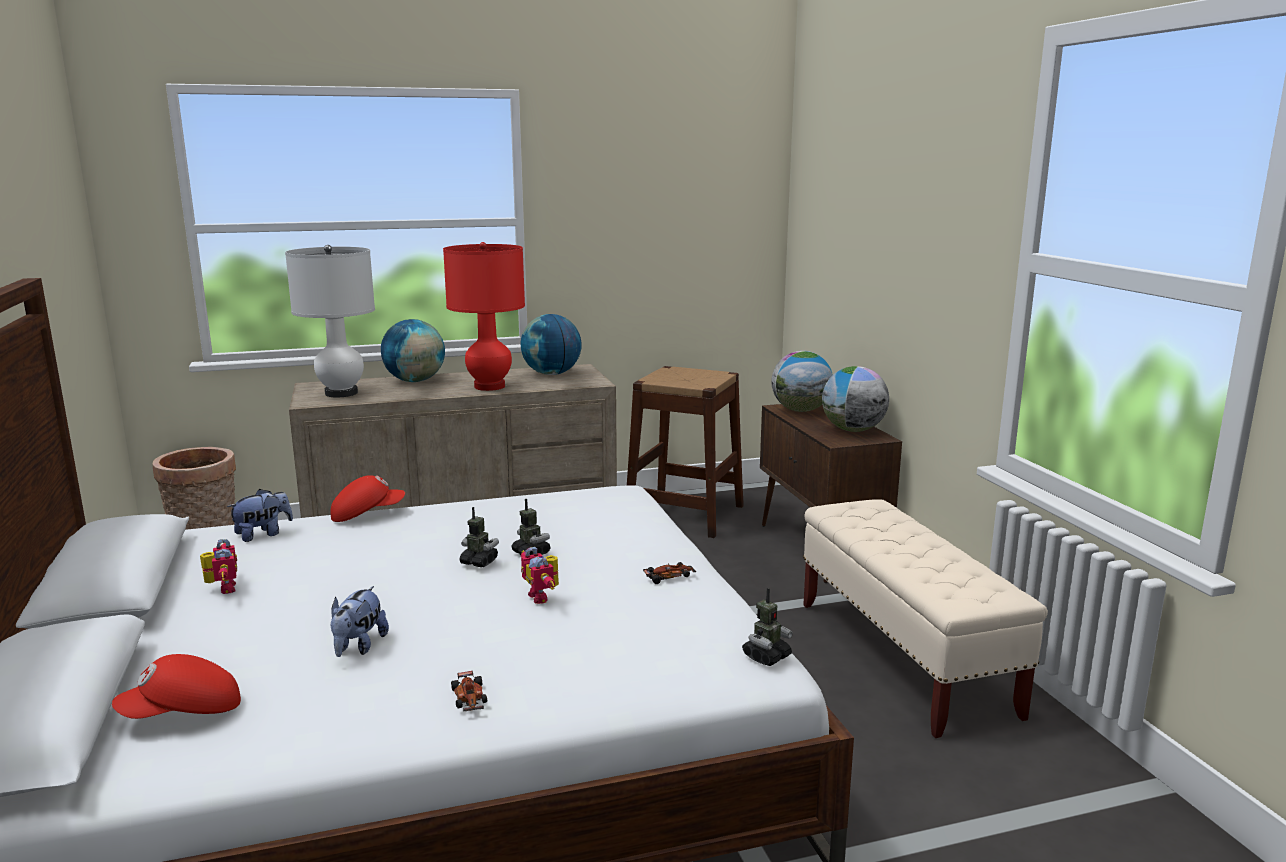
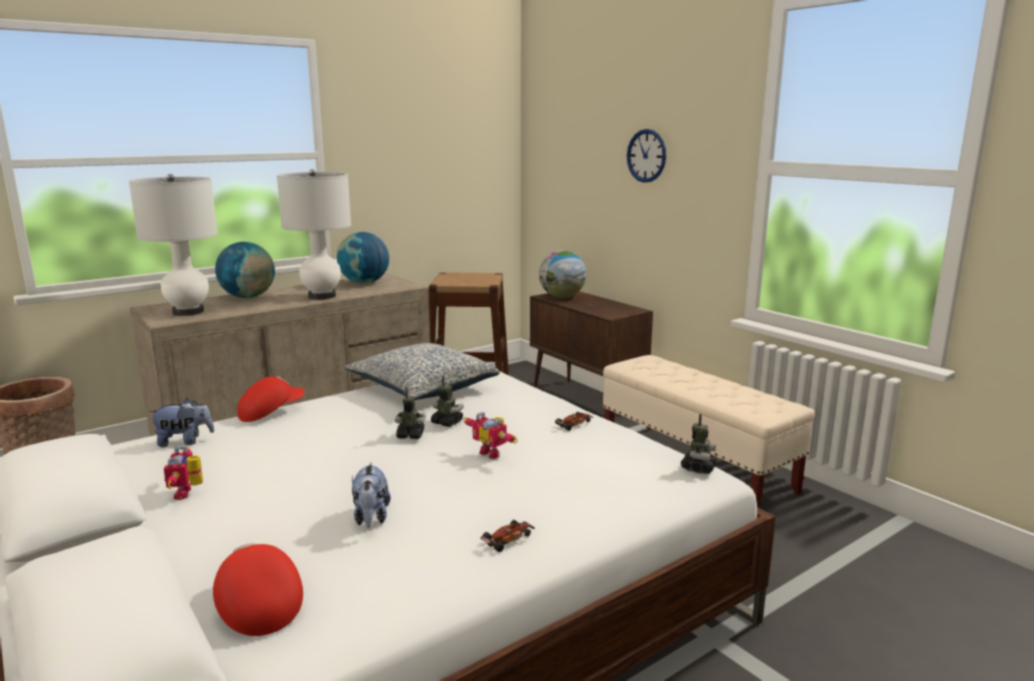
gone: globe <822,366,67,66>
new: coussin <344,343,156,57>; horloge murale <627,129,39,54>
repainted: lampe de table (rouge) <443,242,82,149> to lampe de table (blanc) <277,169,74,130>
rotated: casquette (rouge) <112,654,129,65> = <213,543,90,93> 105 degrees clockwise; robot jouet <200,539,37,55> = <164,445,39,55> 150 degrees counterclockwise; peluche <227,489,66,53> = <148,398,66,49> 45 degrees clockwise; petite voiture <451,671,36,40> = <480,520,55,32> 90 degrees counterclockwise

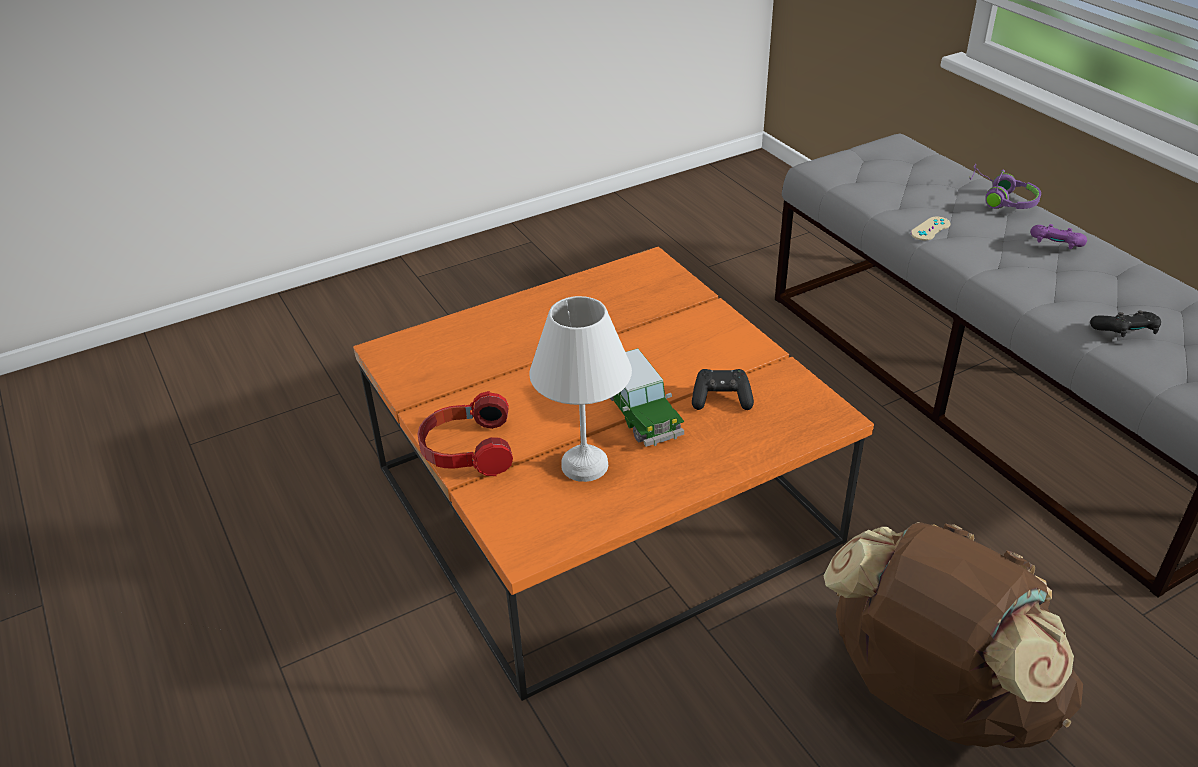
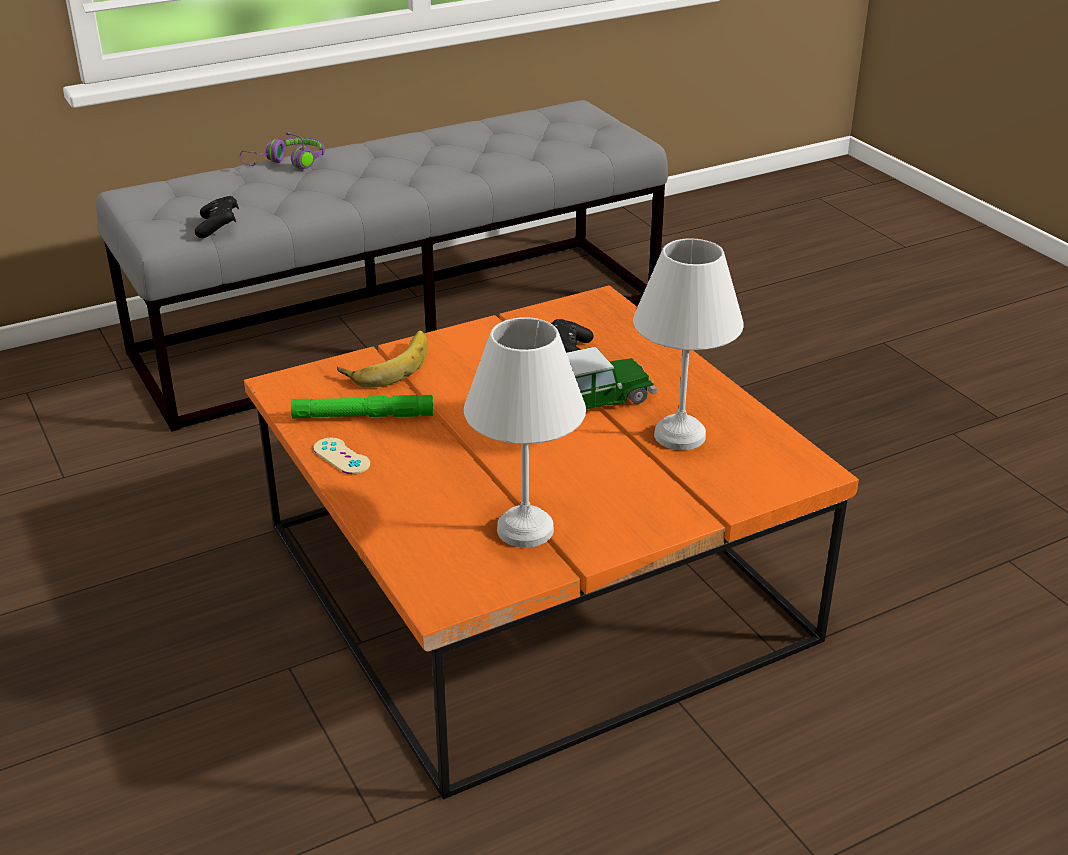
gone: casque audio <417,391,96,85>; sac à dos (marron) <824,522,259,226>; manette (violet) <1030,224,57,25>
new: lampe de poche (vert) <291,395,142,24>; banane <337,331,91,57>; lampe de table (blanc) <464,317,122,231>
shifted: manette (beige) <911,217,40,23> to <313,438,57,36>; manette (noir) <1090,310,71,27> to <195,196,44,42>

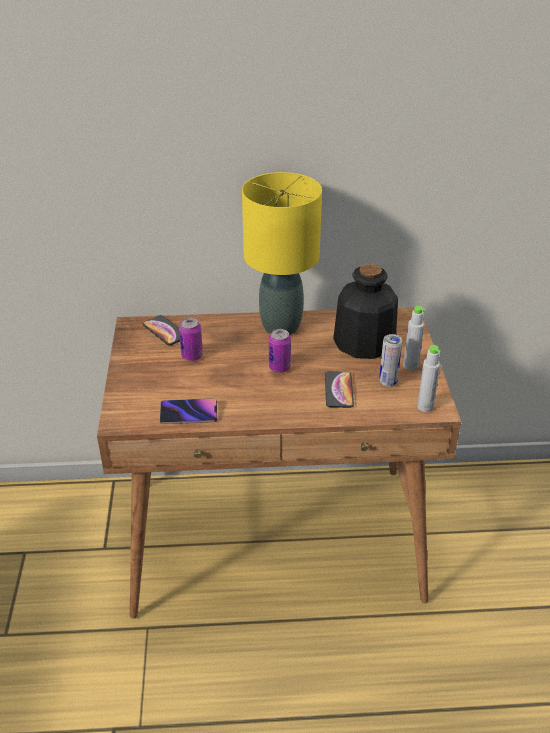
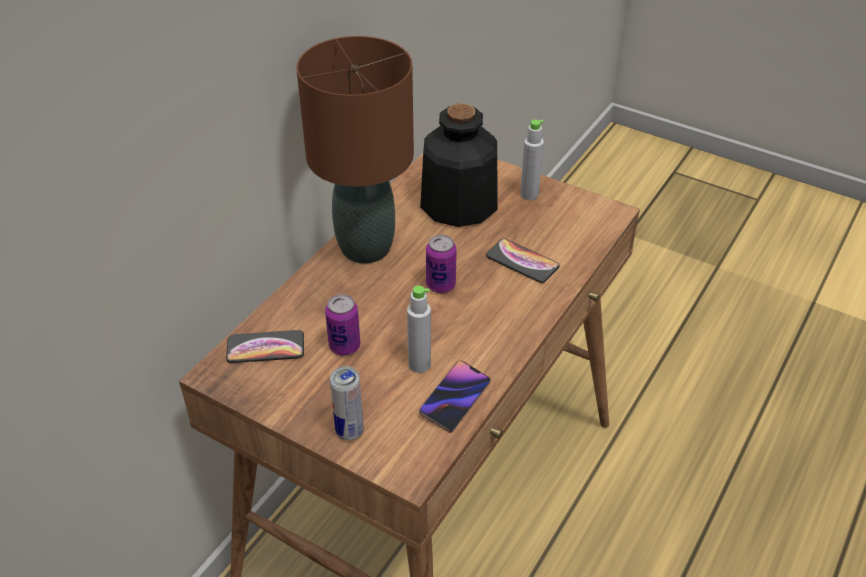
shifted: boîte métallique <379,334,23,53> to <330,366,33,74>; bouteille (gris) <417,345,24,67> to <407,286,24,87>
repainted: lampe de table (jaune) <242,172,80,163> to lampe de table (marron) <296,36,118,227>

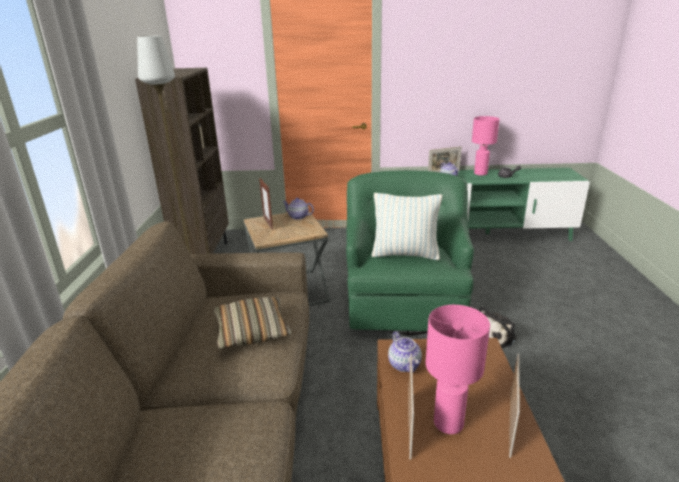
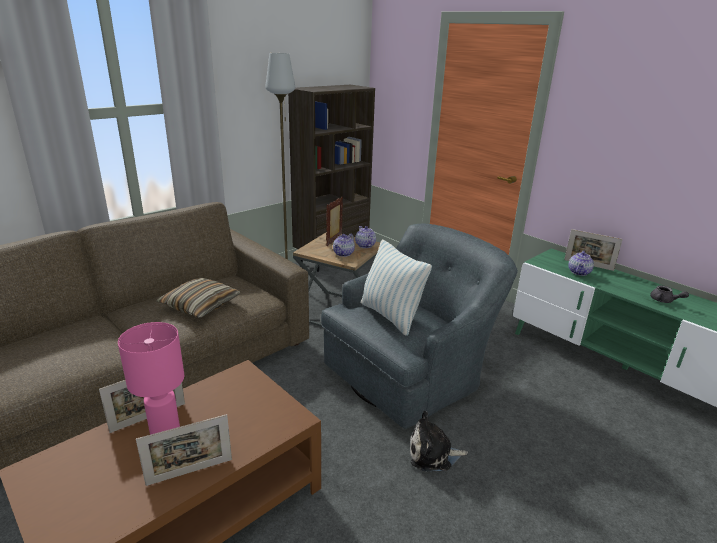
gone: lampe de table (rose) <472,116,28,59>
shifted: théière <388,331,34,41> to <333,233,22,24>
repainted: fauteuil (vert) <346,170,128,165> to fauteuil (gris) <321,223,197,206>

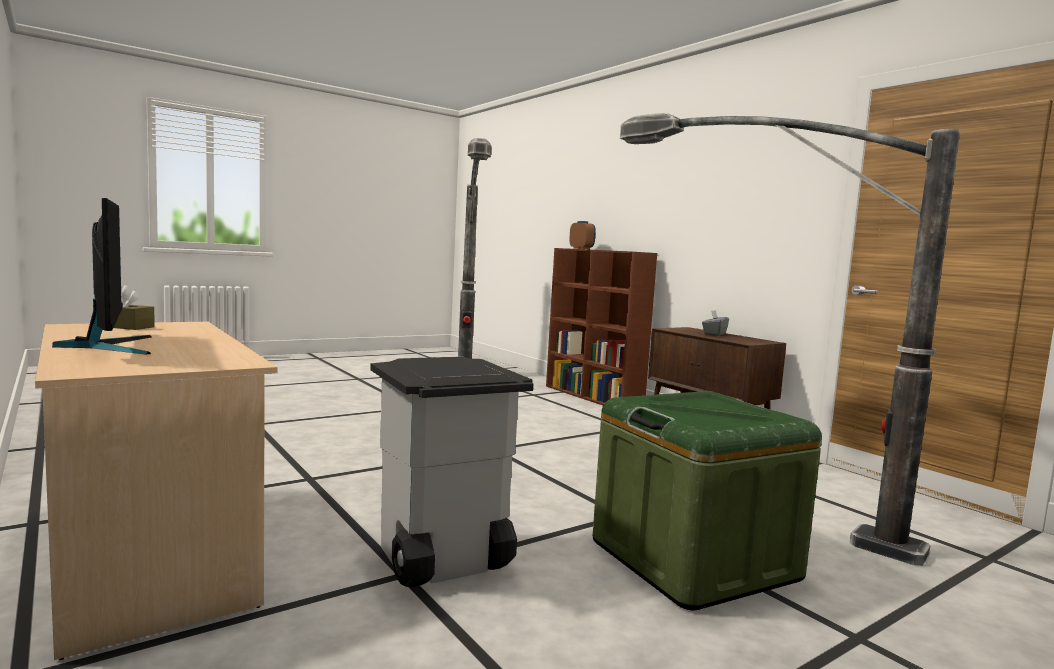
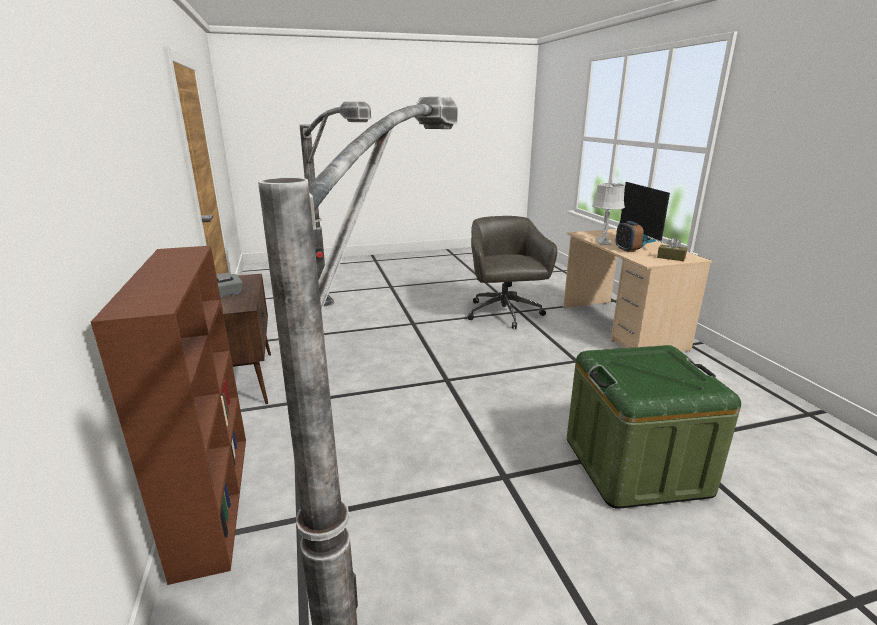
new: lampe de table (gris) <592,180,33,65>
shifted: réveil <569,221,27,28> to <616,221,28,31>; boîte de rangement (vert) <593,391,229,219> to <567,345,174,164>
swapped: poubelle (gris) <370,356,163,231> to chaise de bureau (gris) <467,216,90,113>

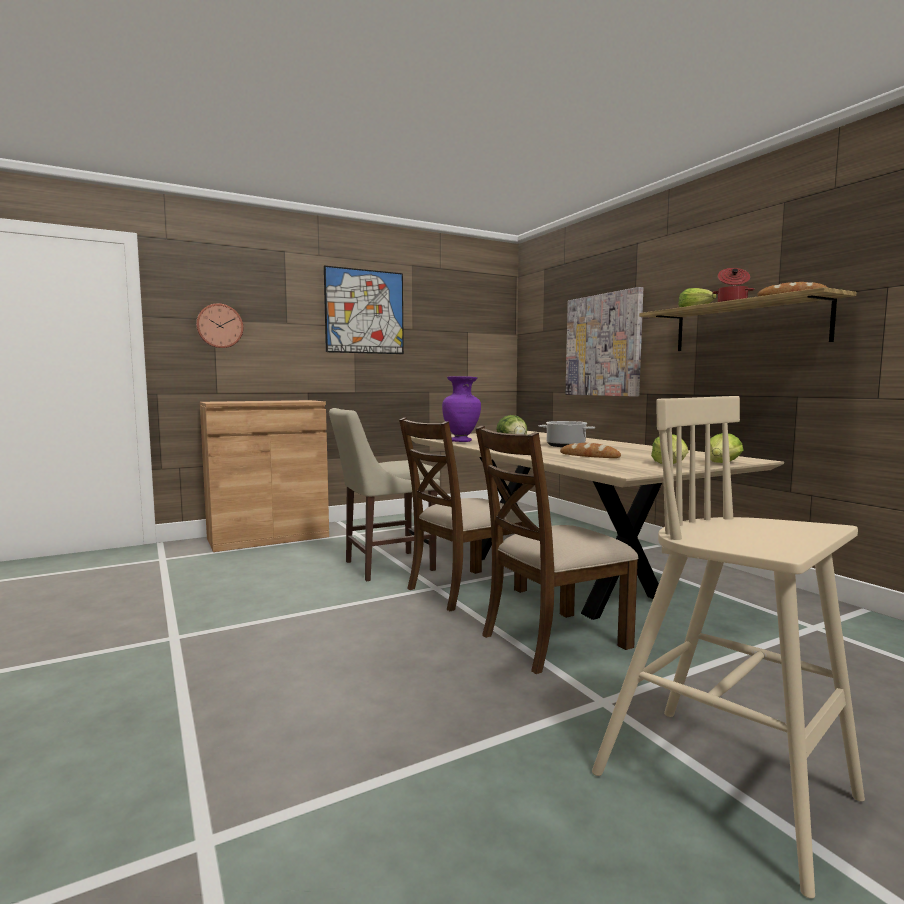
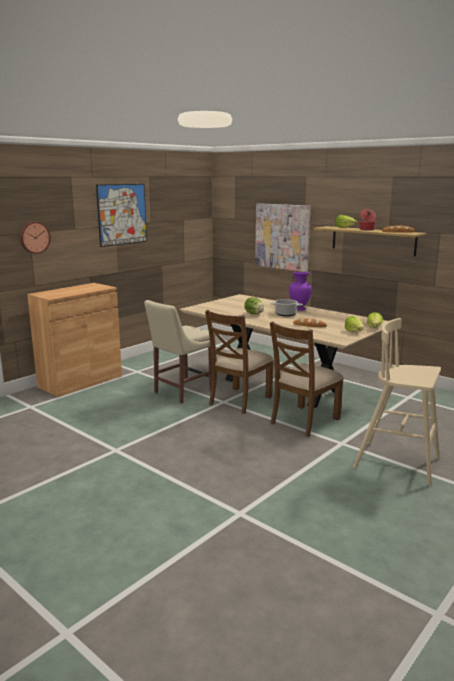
shifted: vase (violet) <442,376,39,66> to <289,271,23,40>

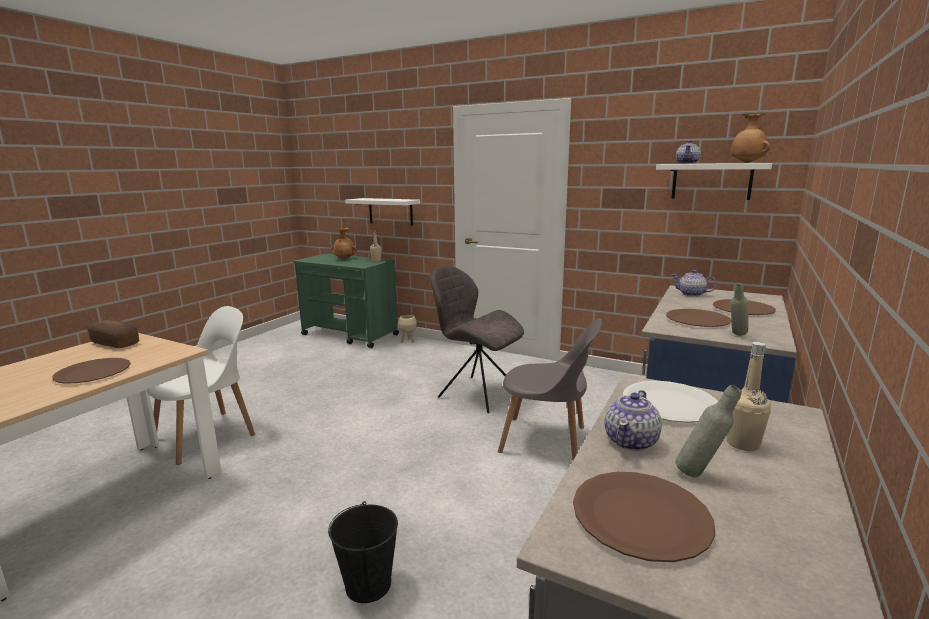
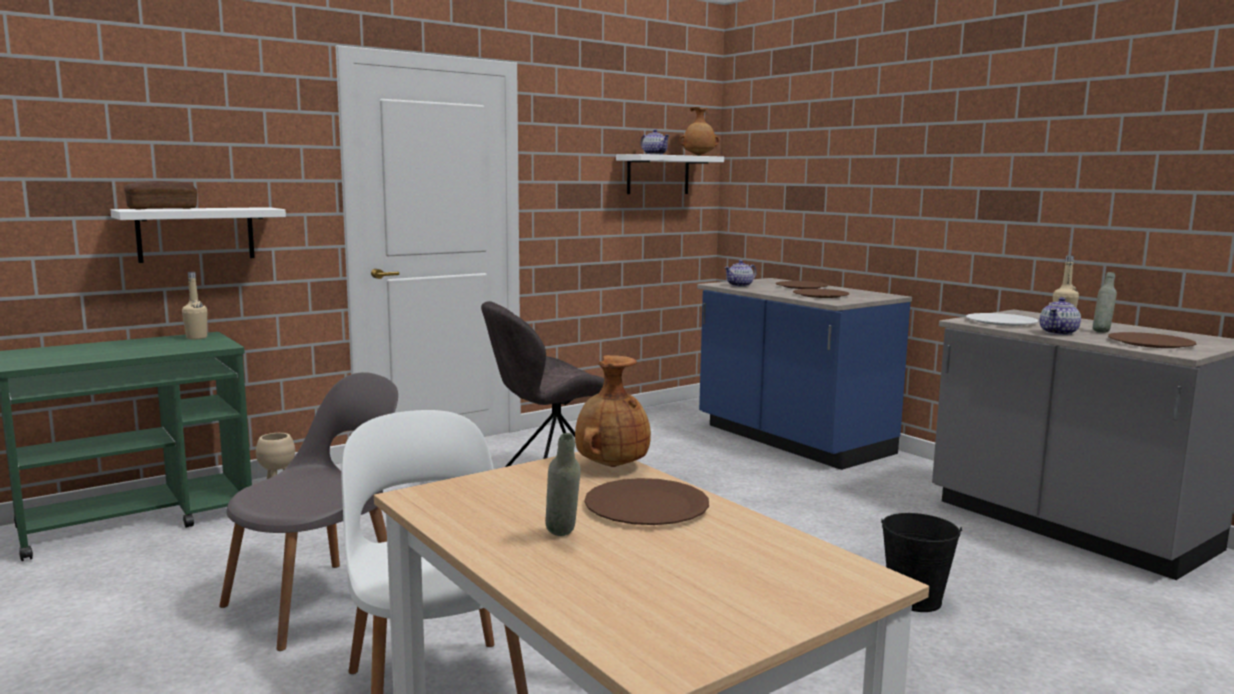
shifted: pain <87,320,52,28> to <124,181,73,29>; vase (marron) <331,228,26,31> to <575,355,76,112>; chaise (gris) <498,318,104,142> to <219,372,179,279>; bouteille (gris) <731,284,17,52> to <545,433,36,103>
rotated: théière <604,390,58,61> = <1039,297,42,38> 75 degrees clockwise

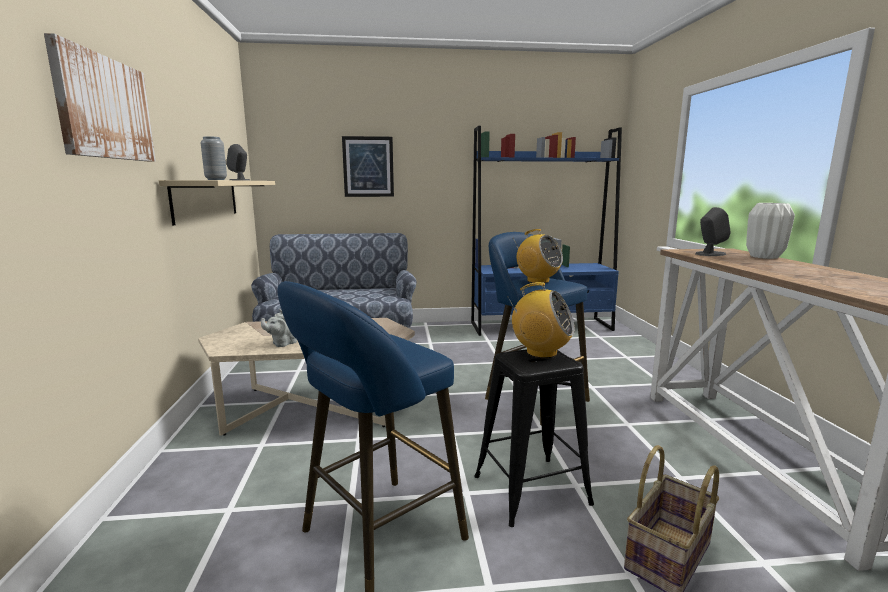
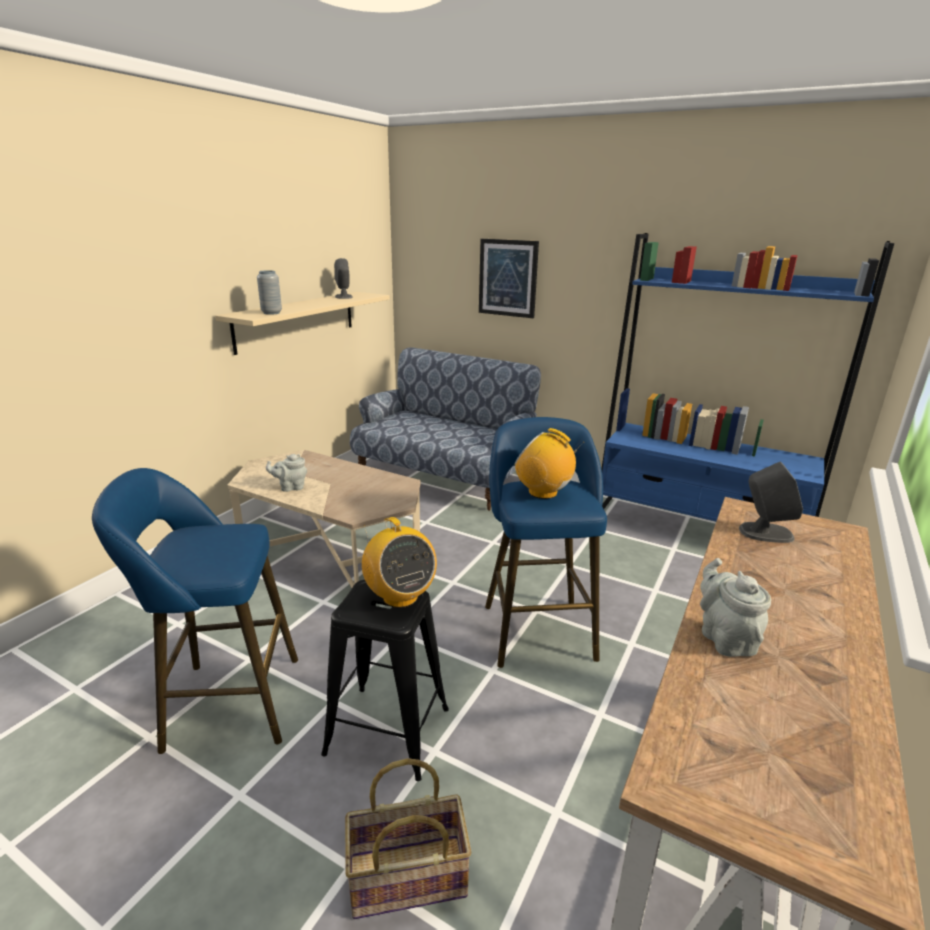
gone: tableau <44,33,112,129>; vase (blanc) <746,203,49,56>
new: théière (gris) <700,558,71,99>
rotated: radio <513,229,50,54> = <514,428,70,71> 135 degrees clockwise

